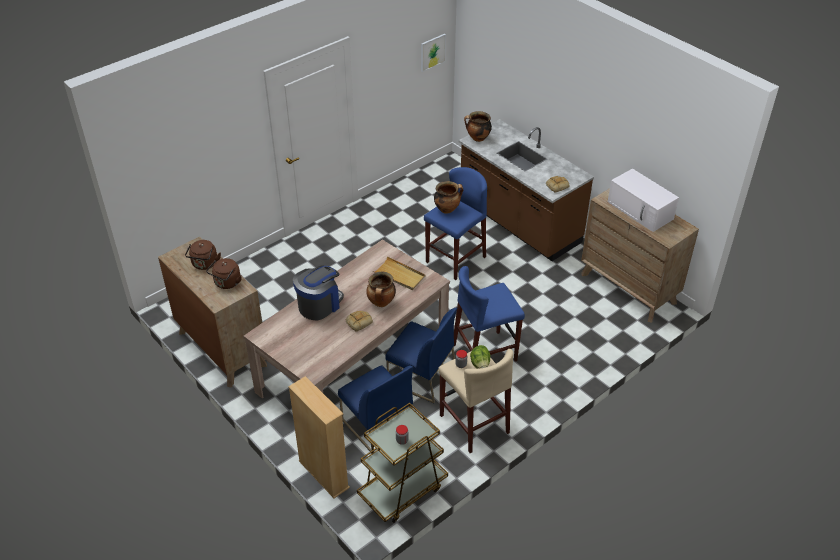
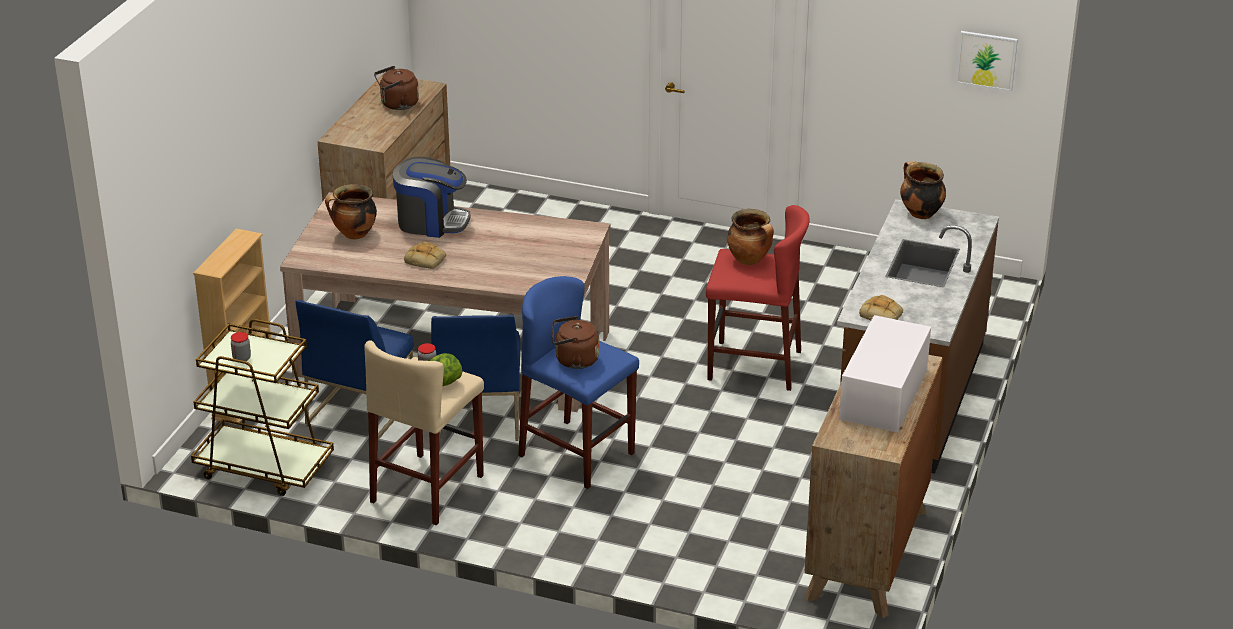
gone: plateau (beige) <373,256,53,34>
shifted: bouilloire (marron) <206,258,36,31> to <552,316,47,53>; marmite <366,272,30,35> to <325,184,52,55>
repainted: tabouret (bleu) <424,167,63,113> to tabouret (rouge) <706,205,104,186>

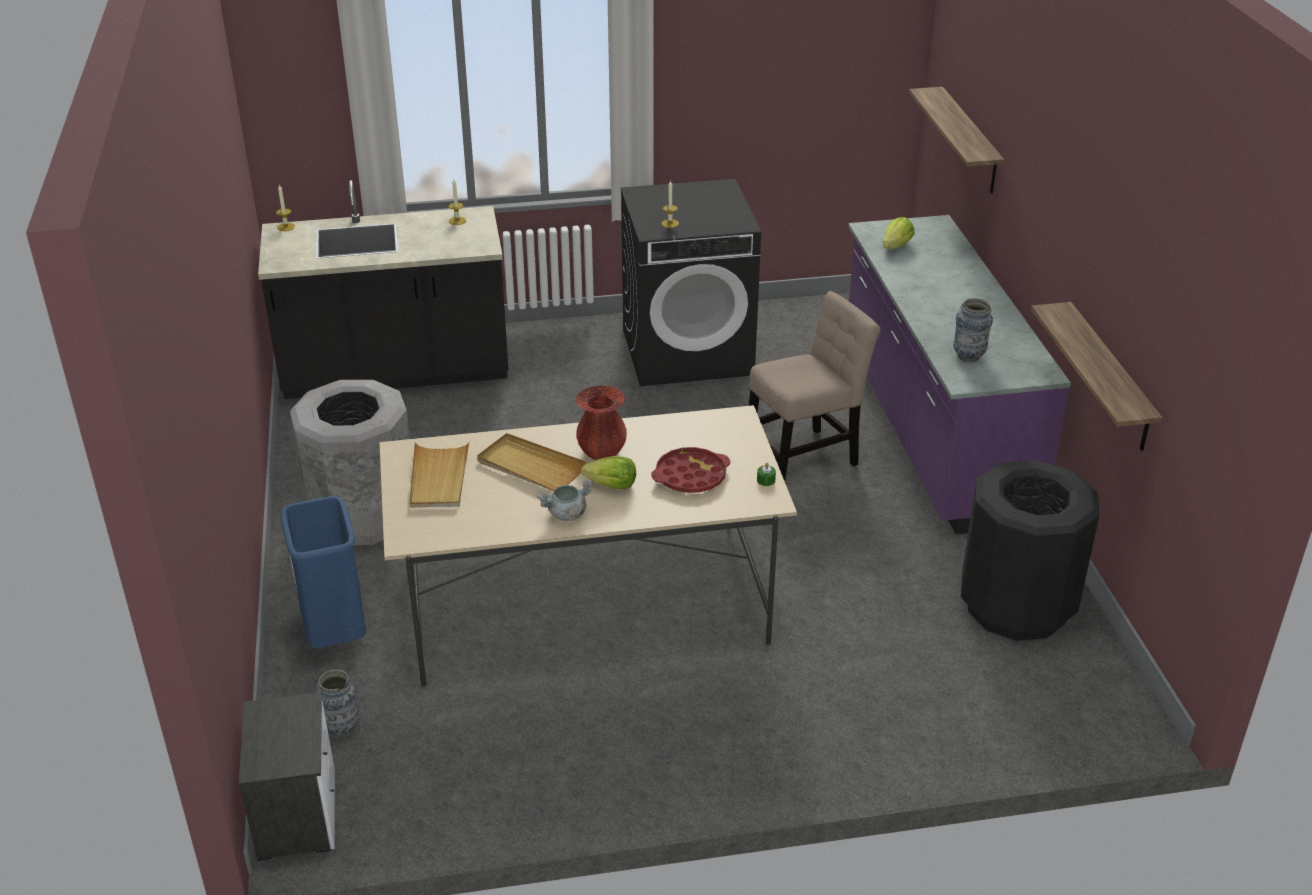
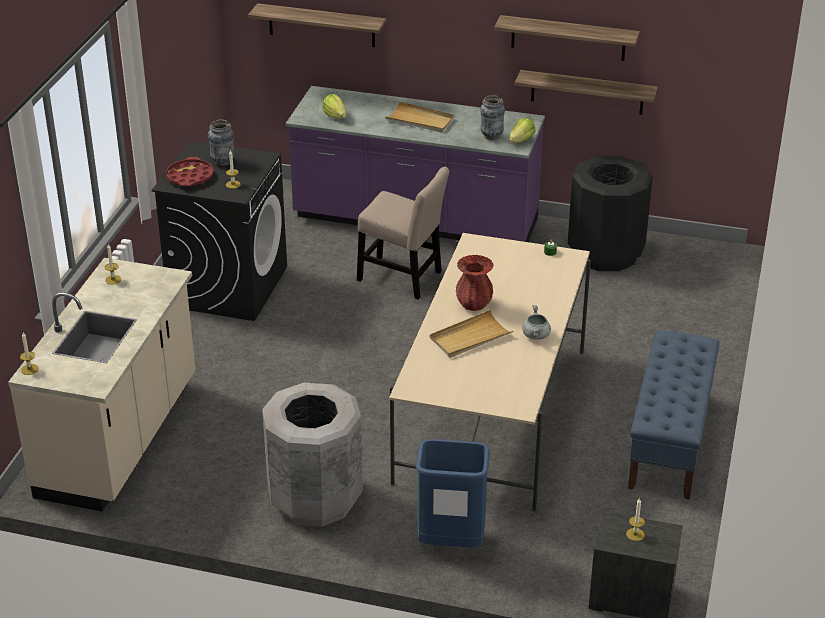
new: étagère <494,15,146,46>; bougie <626,498,19,43>; banc (bleu) <628,331,91,169>
shifted: vase <315,670,44,67> to <208,120,27,46>; plateau (beige) <409,441,61,67> to <385,102,69,31>; laitue <581,456,55,33> to <509,118,27,25>; plateau (rouge) <651,447,79,46> to <166,157,48,29>
repainted: comptoir de cuisine (noir) <258,180,251,219> to comptoir de cuisine (beige) <8,258,187,254>
rotated: chaise (beige) <749,291,131,190> = <357,167,93,133> 120 degrees clockwise

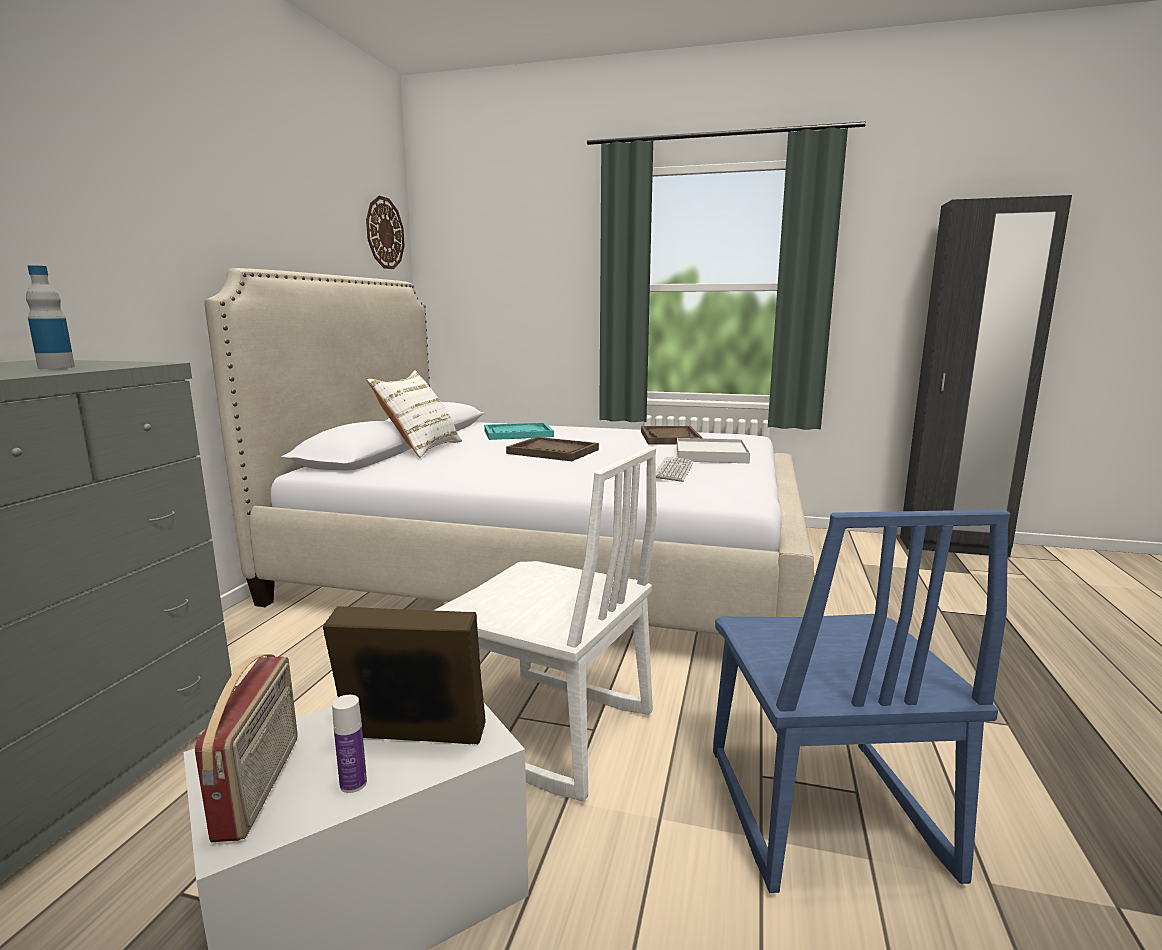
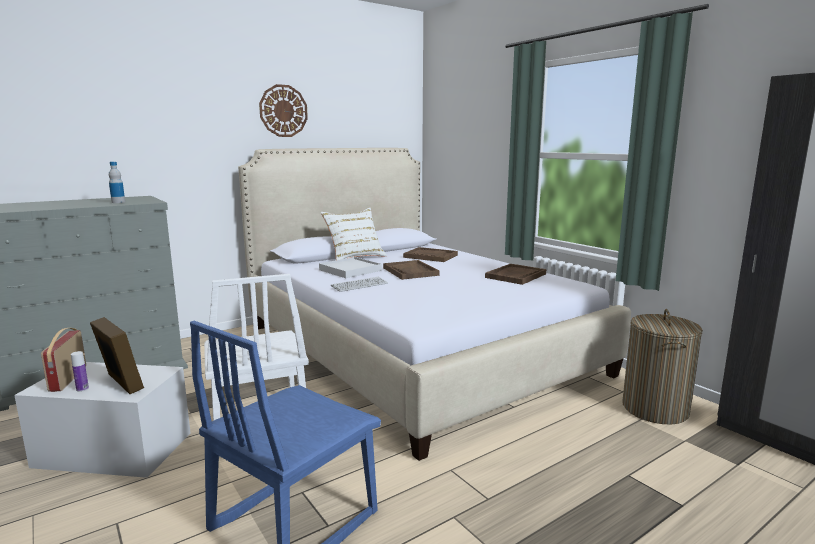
new: panier à linge <622,309,81,116>
shifted: horloge murale <366,196,39,73> to <259,84,49,53>; clavier <656,457,38,25> to <331,277,57,15>; plateau (blanc) <677,438,73,25> to <319,257,63,21>
repainted: plateau (turquoise) <484,423,70,17> to plateau (marron) <403,247,55,15>
rotated: radio <195,654,103,188> = <41,328,45,64> 135 degrees clockwise

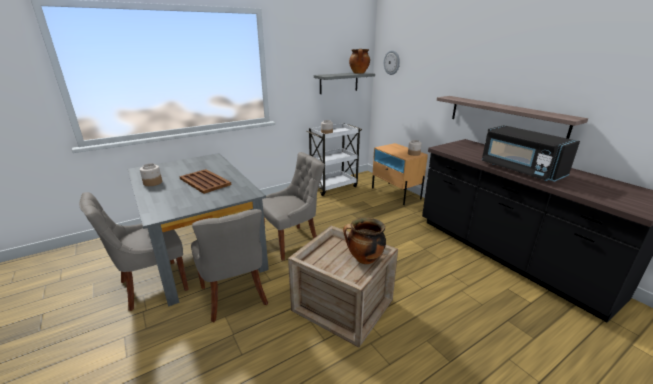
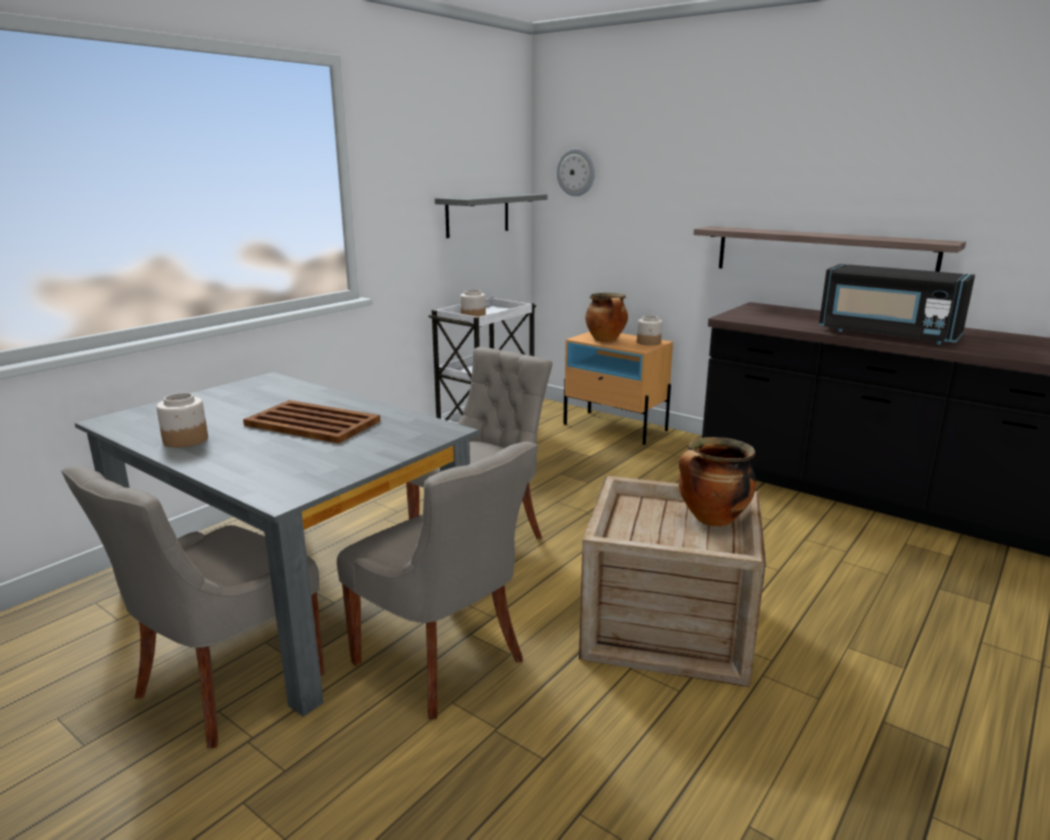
shifted: marmite <349,49,21,25> to <585,293,43,49>

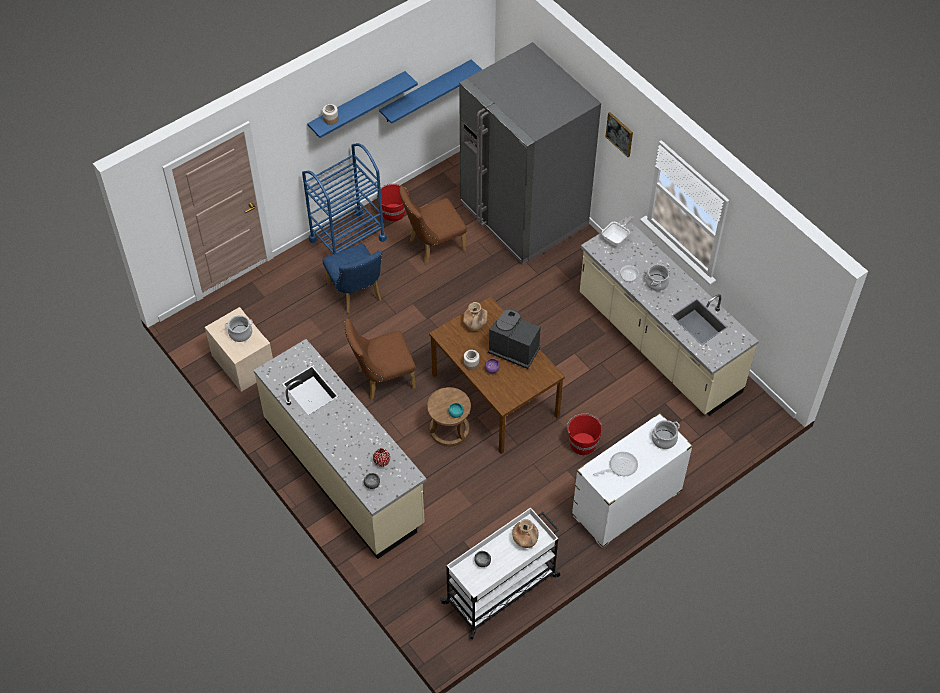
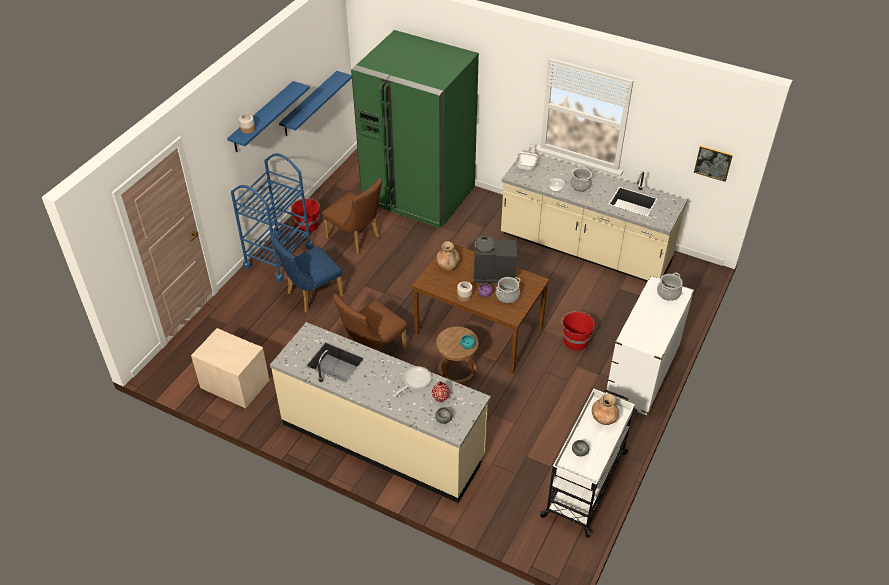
shifted: marmite <225,315,28,27> to <496,277,25,26>; poêle <593,452,45,24> to <393,366,39,31>; tableau <605,112,28,45> to <694,145,39,37>
repainted: réfrigérateur (gris) <459,42,142,222> to réfrigérateur (vert) <351,30,128,198>
rotated: chaise (bleu) <323,244,59,70> = <270,233,74,80> 105 degrees clockwise; chaise (marron) <399,186,68,79> = <322,178,60,76> 90 degrees counterclockwise

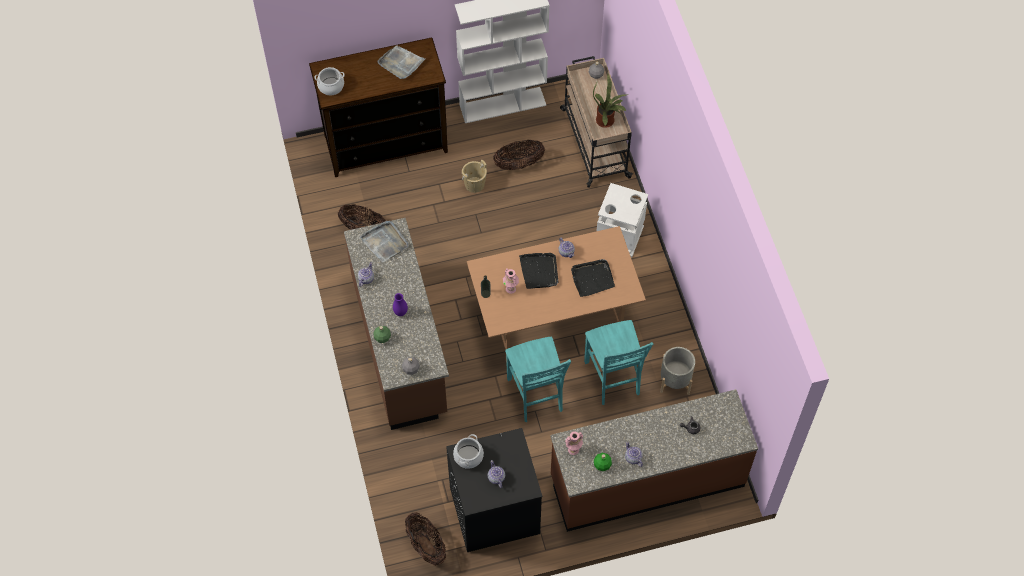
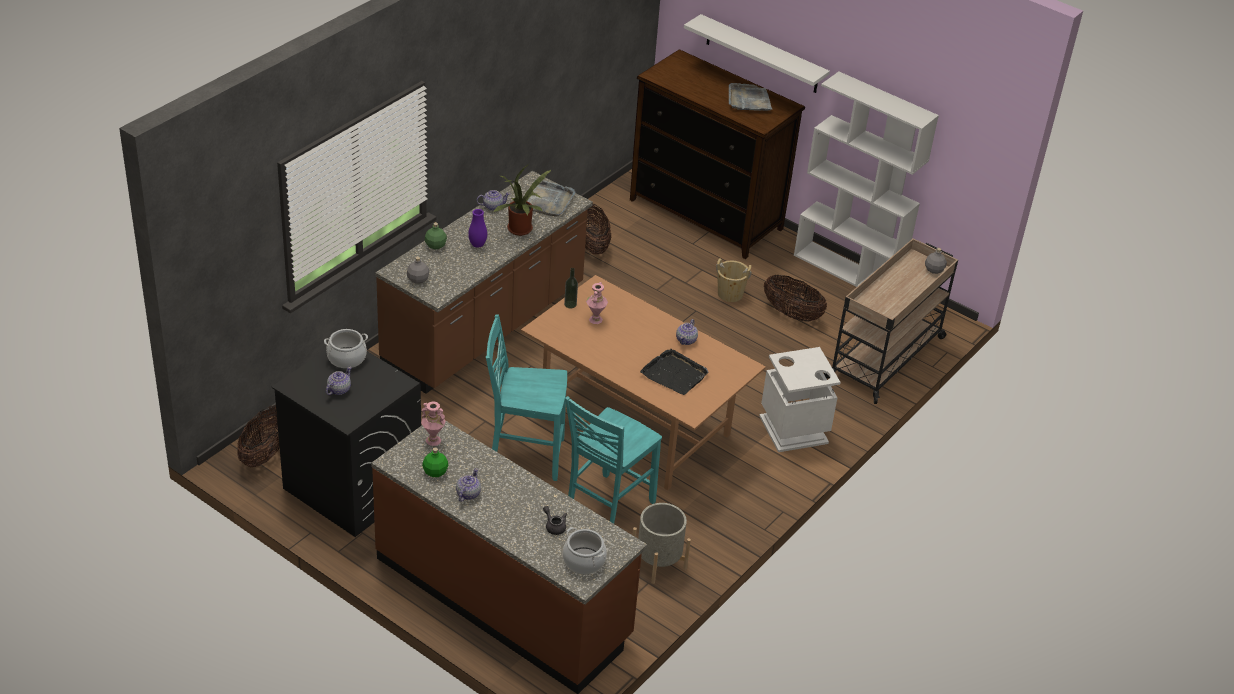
gone: plateau (noir) <519,253,39,36>
new: étagère (blanc) <684,14,146,79>
shifted: marmite <315,67,30,28> to <563,527,44,47>; plante en pot <593,74,34,54> to <493,163,58,73>
rotated: chaise (turquoise) <505,337,66,85> = <486,314,81,167> 60 degrees clockwise

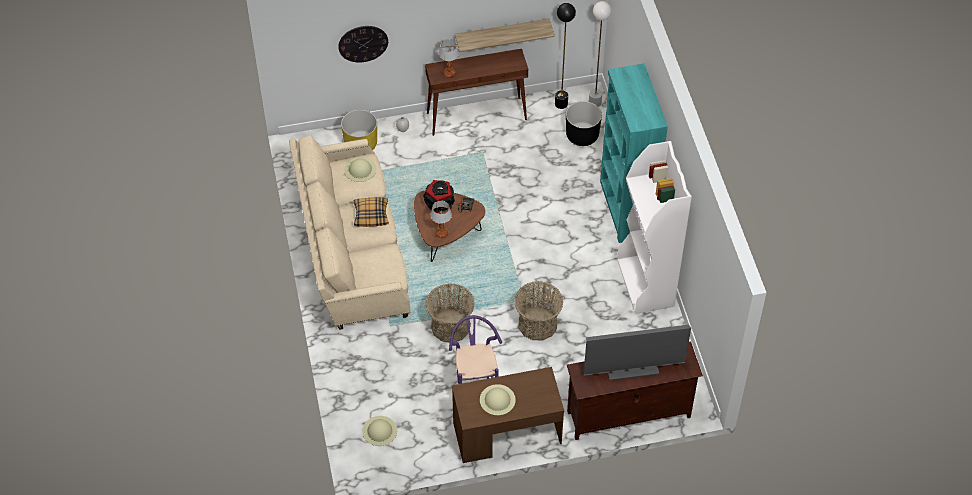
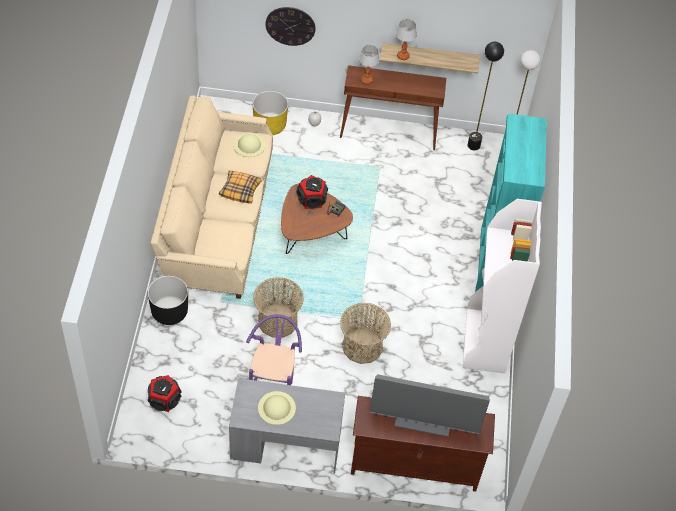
shifted: lampe de table <431,201,21,37> to <396,19,21,41>; cache-pot (noir) <566,101,36,45> to <148,276,40,49>
swapped: chapeau (beige) <362,416,35,30> to enceinte <148,375,34,37>
repainted: bureau (marron) <452,367,112,96> to bureau (gris) <229,378,116,96>

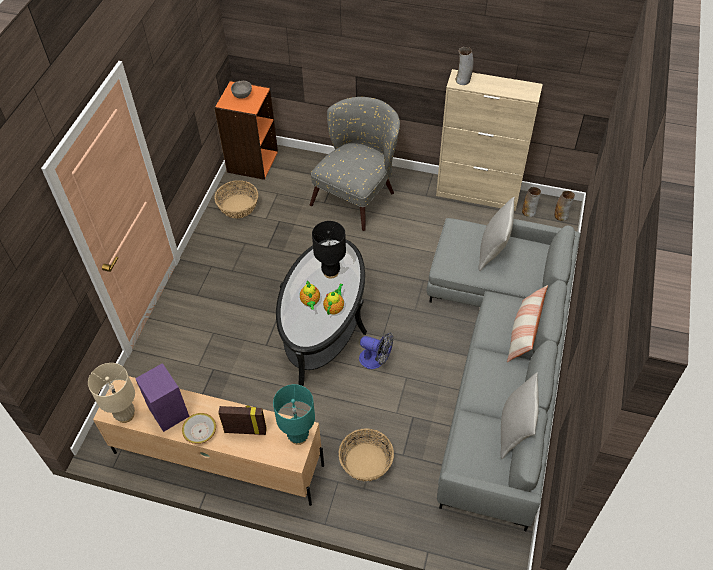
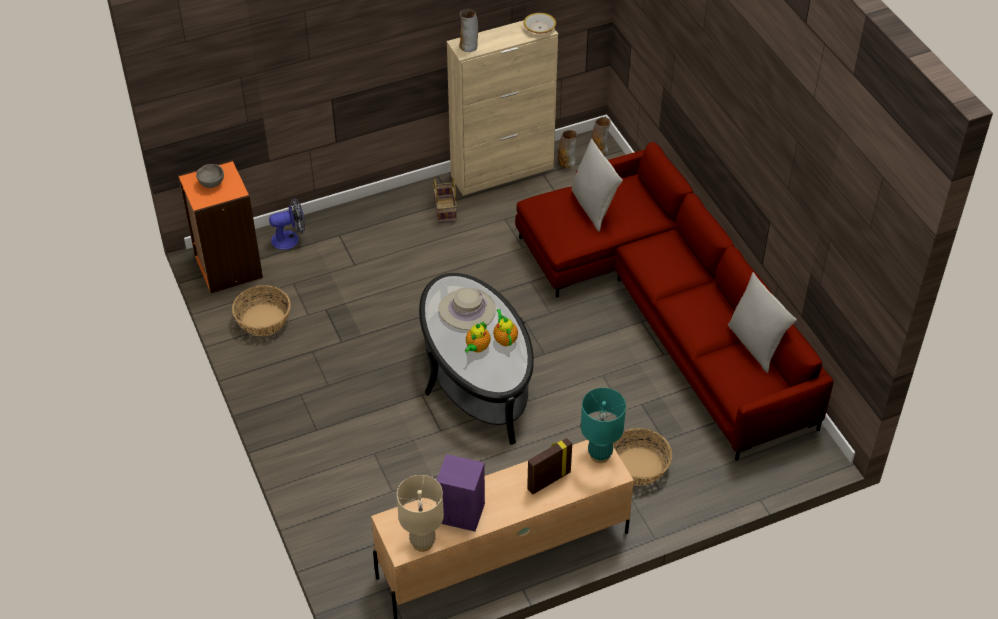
gone: fauteuil (gris) <310,97,90,134>; coussin <507,285,41,77>
new: panier <433,177,24,46>
shifted: bol <182,413,34,31> to <524,13,32,21>; ventilateur <359,332,34,37> to <269,198,36,52>
swapped: lampe de table (noir) <312,221,34,57> to chapeau (beige) <439,287,57,43>
repainted: canapé (gris) <426,218,154,313> to canapé (rouge) <515,142,319,319>
rotated: théière <300,280,20,30> = <465,321,25,32> 75 degrees clockwise

